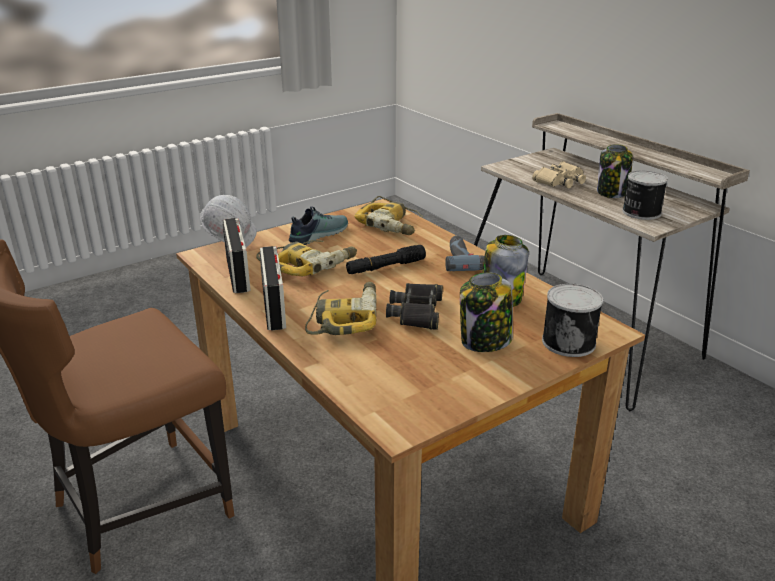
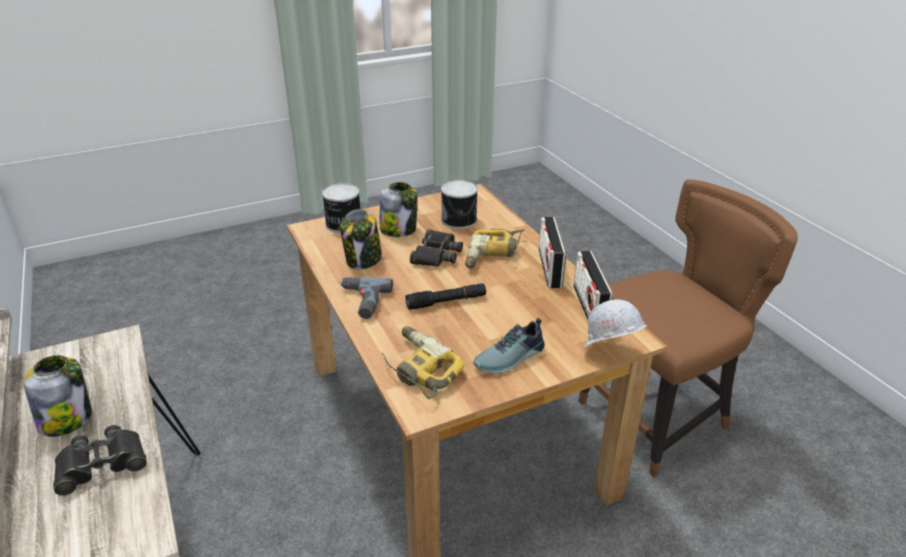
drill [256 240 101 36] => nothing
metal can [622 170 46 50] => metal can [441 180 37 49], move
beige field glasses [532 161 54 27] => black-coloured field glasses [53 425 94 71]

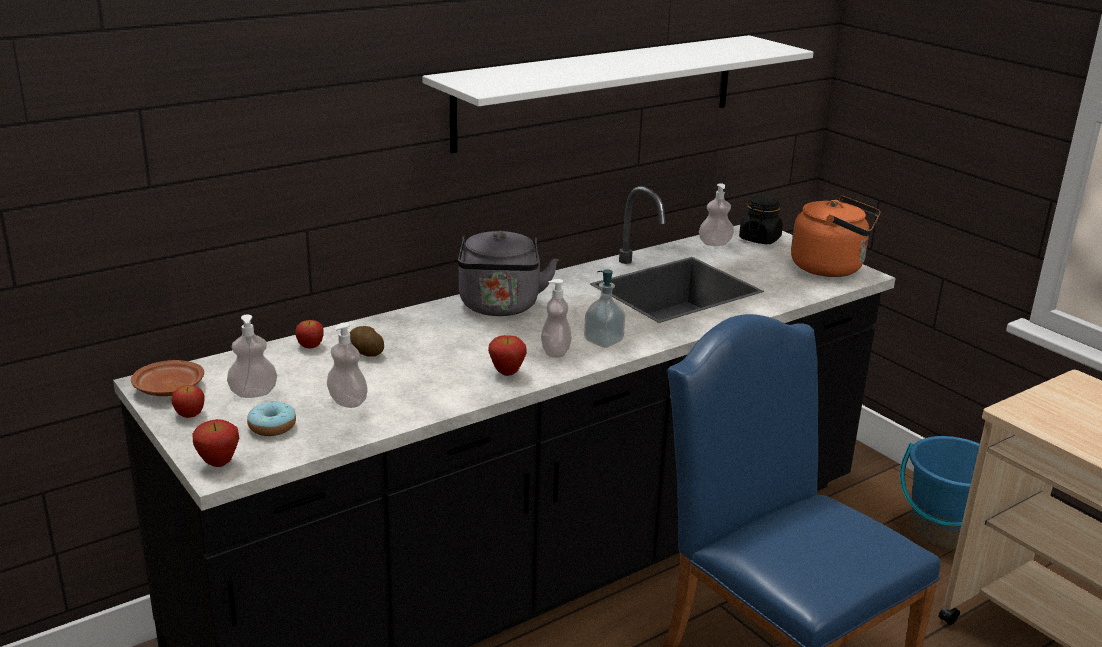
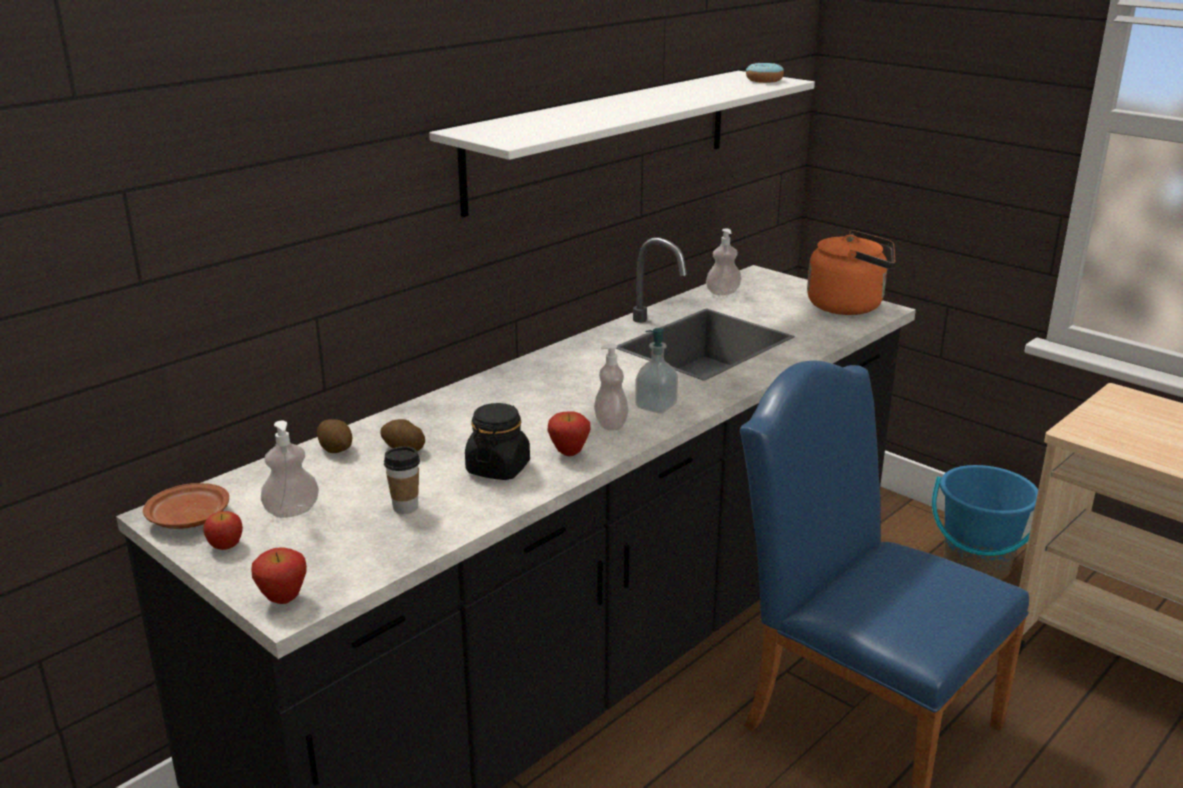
grey kettle [458 231 100 85] => nothing
ring doughnut [247 401 49 35] => ring doughnut [746 63 38 20], move
black-coloured jar [739 195 44 49] => black-coloured jar [465 403 65 77], move
apple fruit [295 320 29 28] => whole potato [317 419 35 34]
soap dispenser [327 322 41 86] => cup [384 446 36 68]

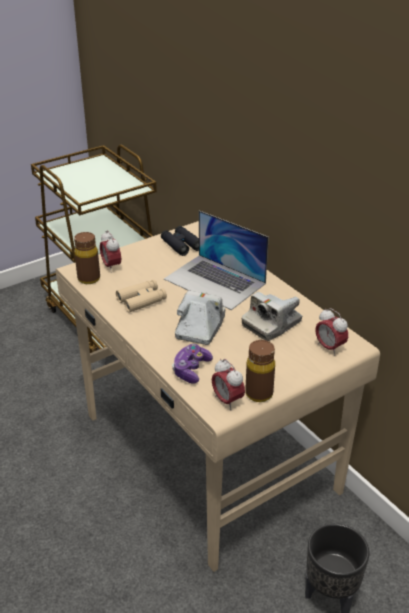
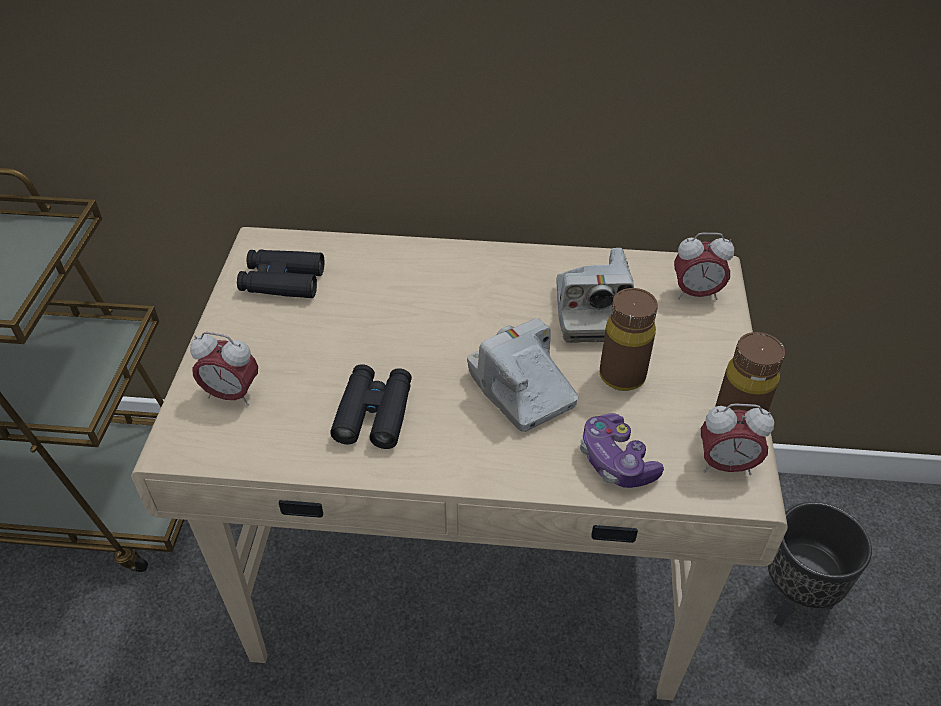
laptop [164 210 105 100] => nothing
brown bottle [74 232 26 52] => brown bottle [600 288 58 103], move
beige field glasses [116 280 51 32] => black-coloured field glasses [330 364 82 85]

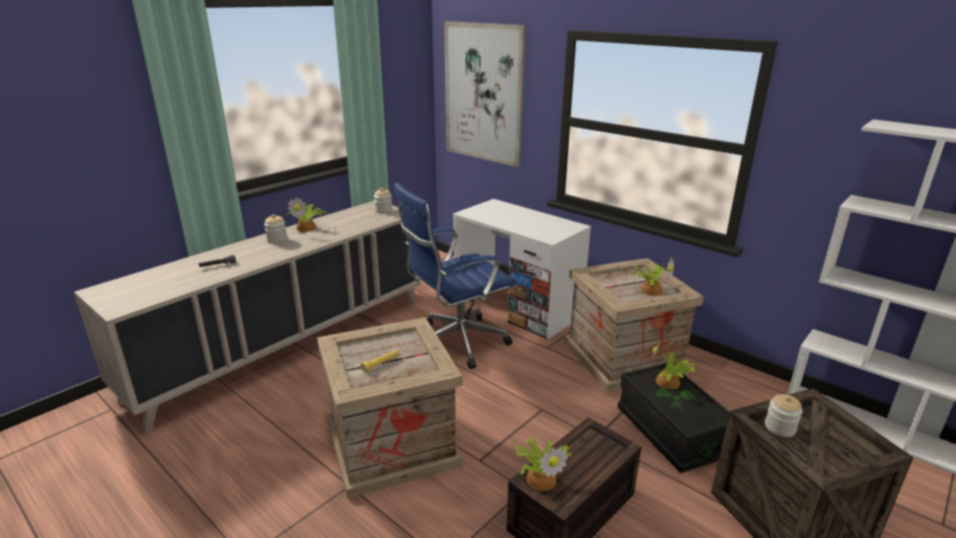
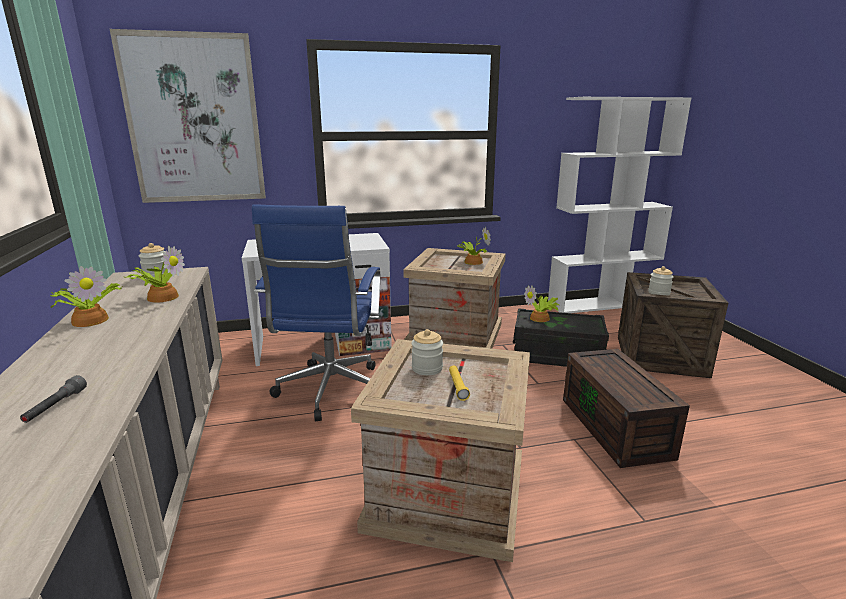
jar [264 214 23 29] => jar [411 329 32 46], move
potted plant [514 437 58 54] => potted plant [123 246 62 57], move

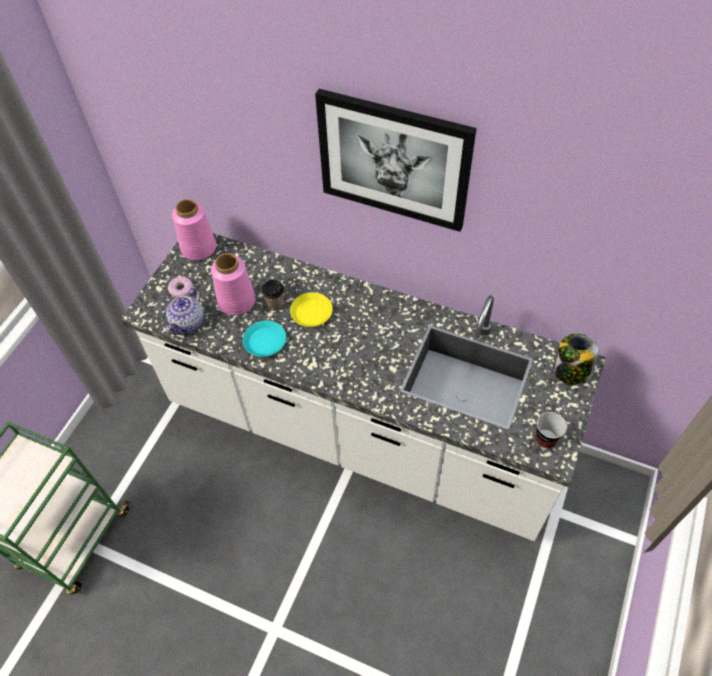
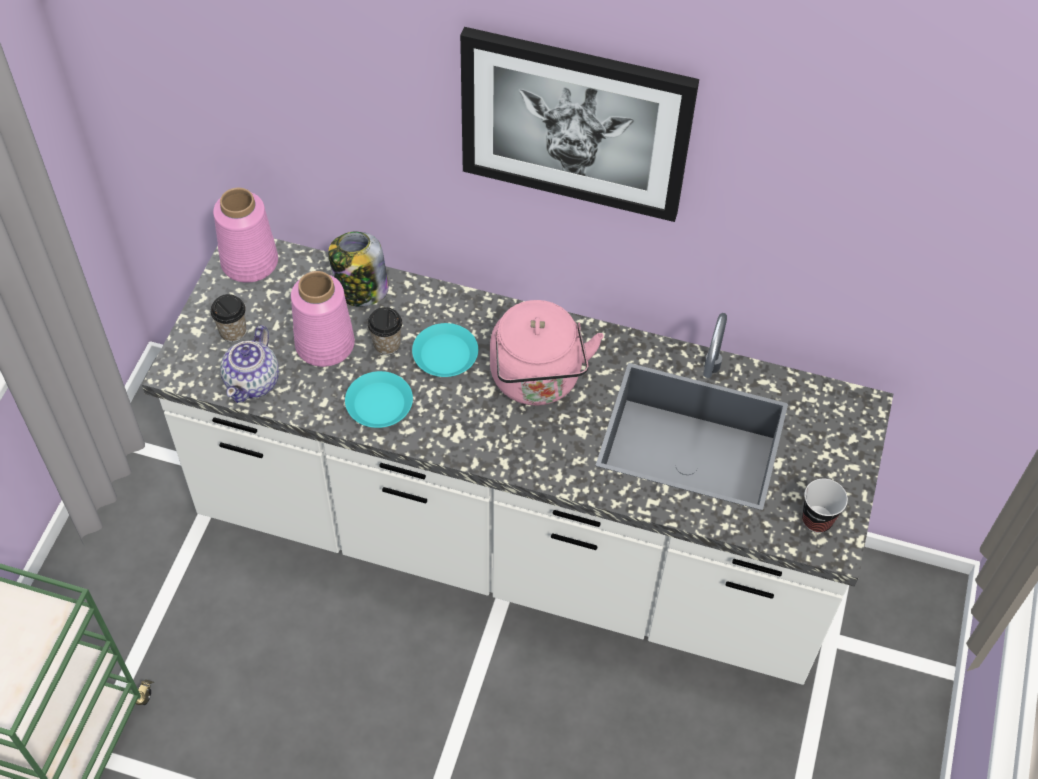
nothing => pink-coloured kettle [490 300 114 105]
jar [554 334 45 52] => jar [328 232 61 75], move
ring doughnut [168 276 25 22] => cup [210 294 36 48]
yellow dinner plate [290 292 43 35] => turquoise-coloured dinner plate [412 323 66 54]

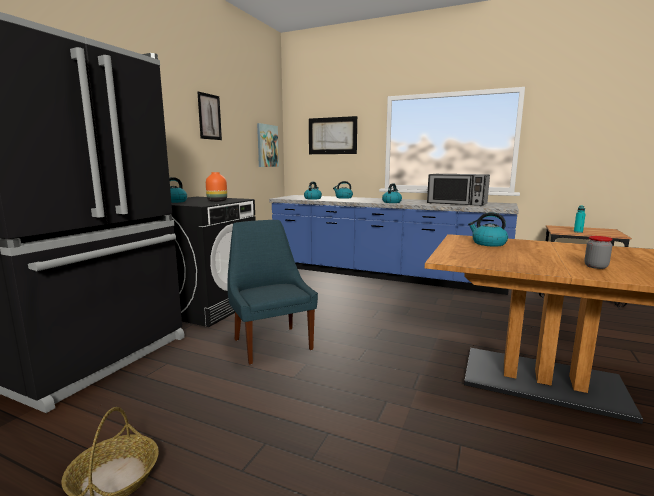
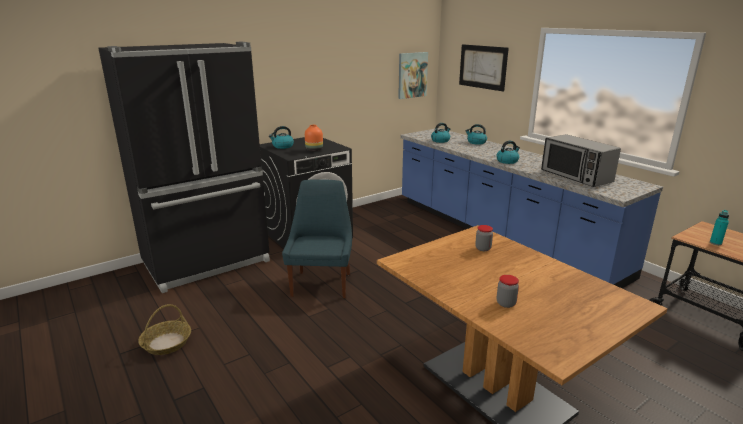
wall picture [197 91 25 49] => nothing
kettle [468 212 40 35] => jar [475 225 18 26]

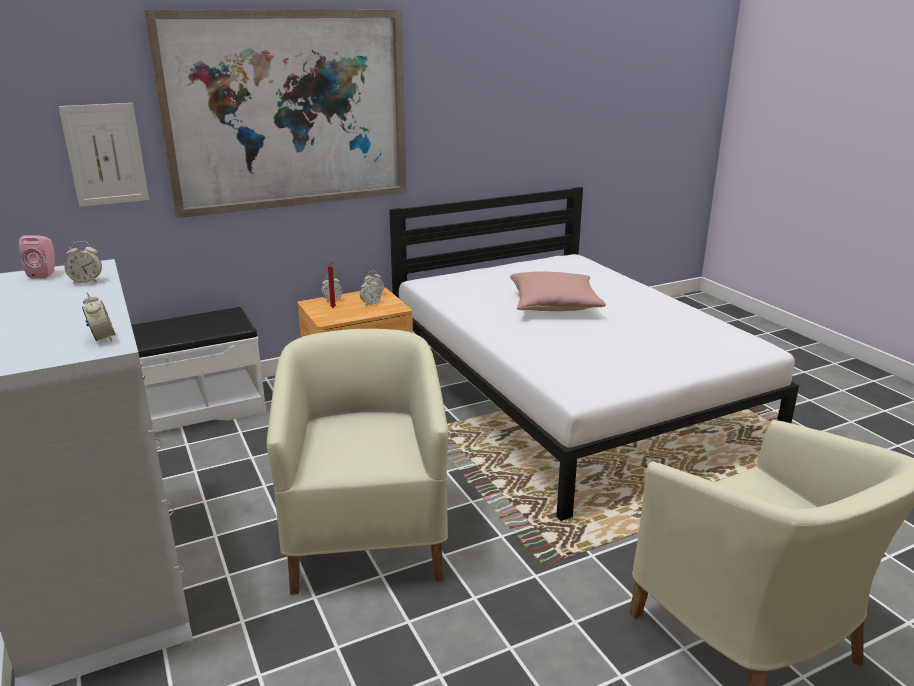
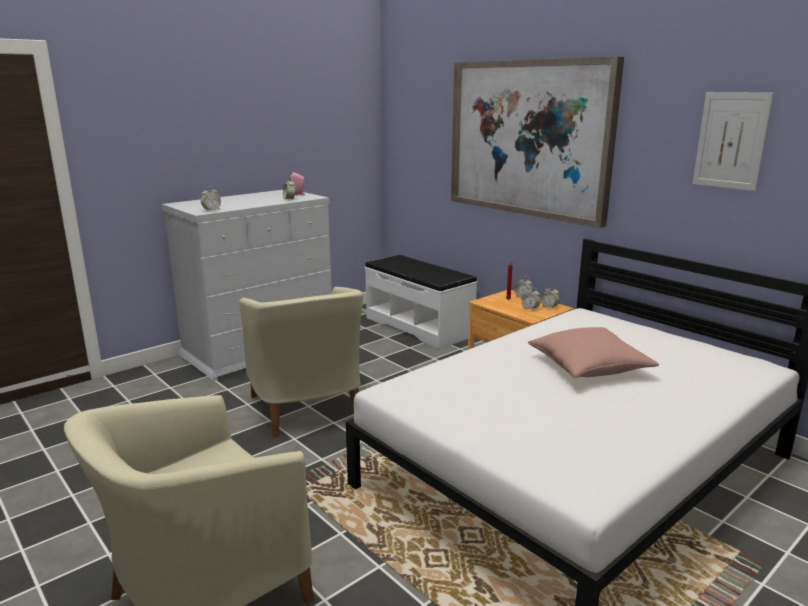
wall picture [58 103 91 104] => wall picture [693 92 81 99], move
beige easy chair [267 329 181 266] => beige easy chair [239 287 124 151], 90 degrees clockwise

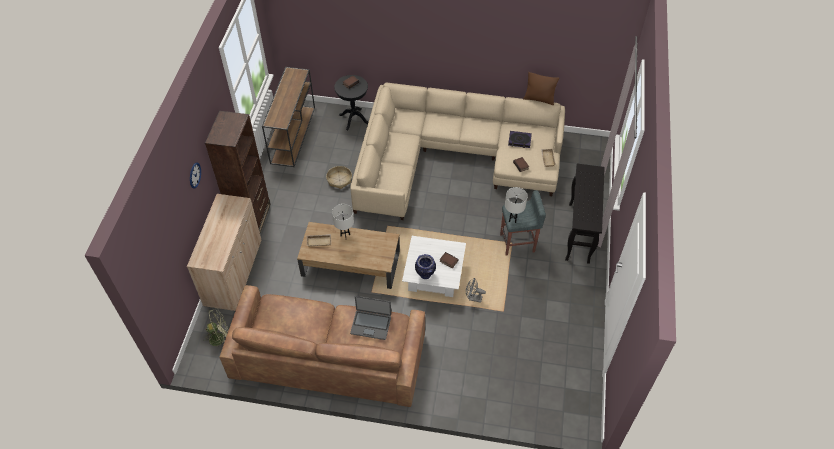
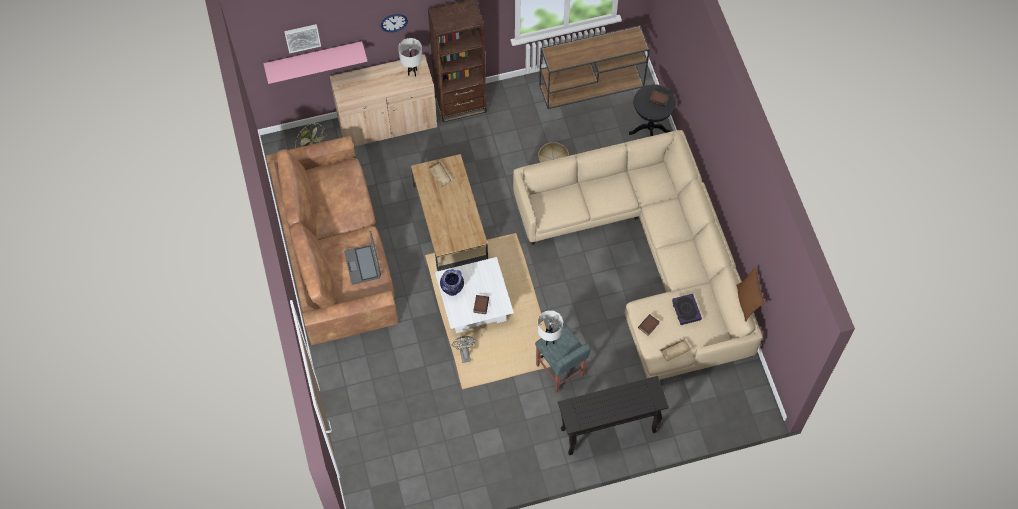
nothing => pink-coloured bracket shelf [263 41 104 43]
nothing => wall picture [284 24 37 29]
white-coloured table lamp [332 204 22 34] => white-coloured table lamp [398 38 25 38], move

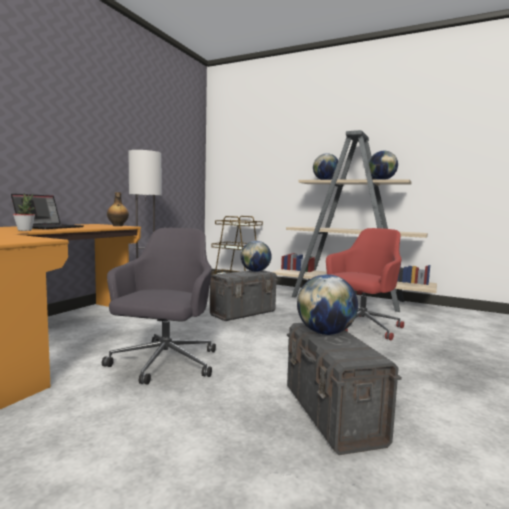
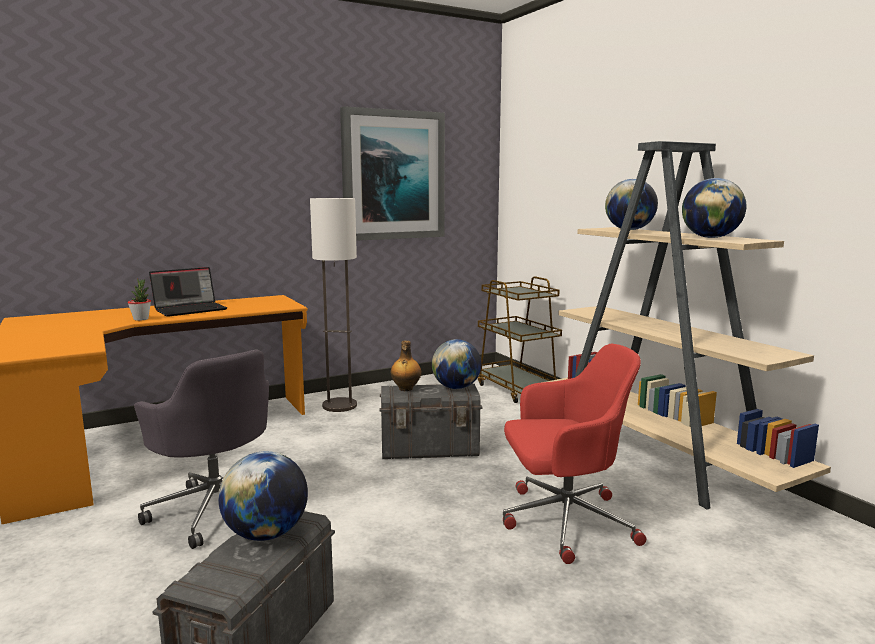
nothing => wall picture [340 106 105 135]
bottle [107 192 22 34] => bottle [391 341 30 50], move
grey desk chair [102 228 114 157] => grey desk chair [134 350 135 199], 90 degrees clockwise

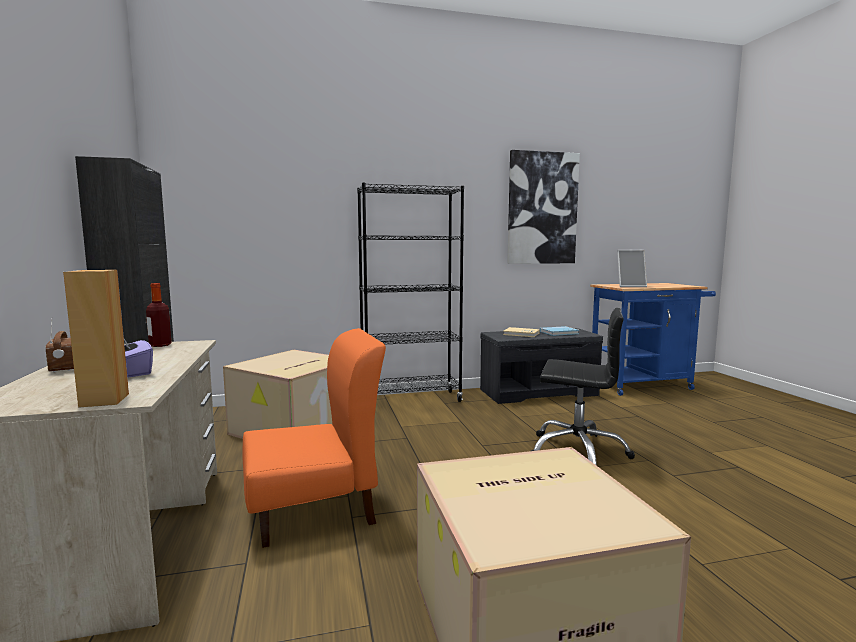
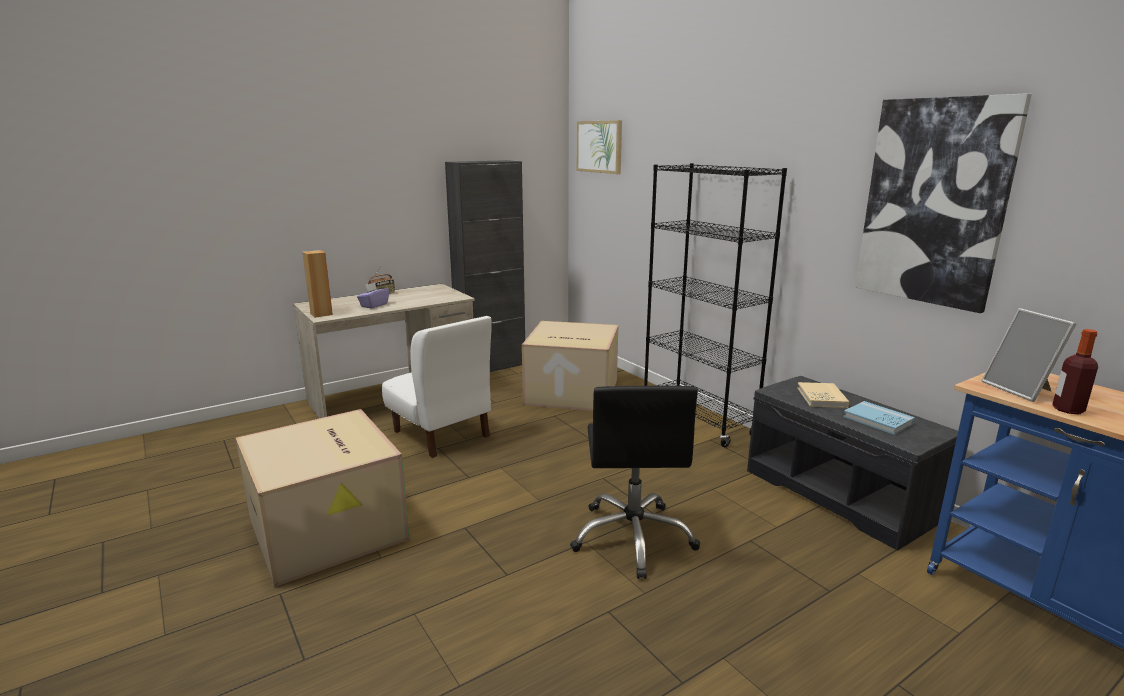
nothing => wall picture [577 120 45 54]
bottle [146 283 25 64] => bottle [1052 329 46 85], move
orange upright chair [242 328 144 220] => white-coloured upright chair [382 316 110 142]

